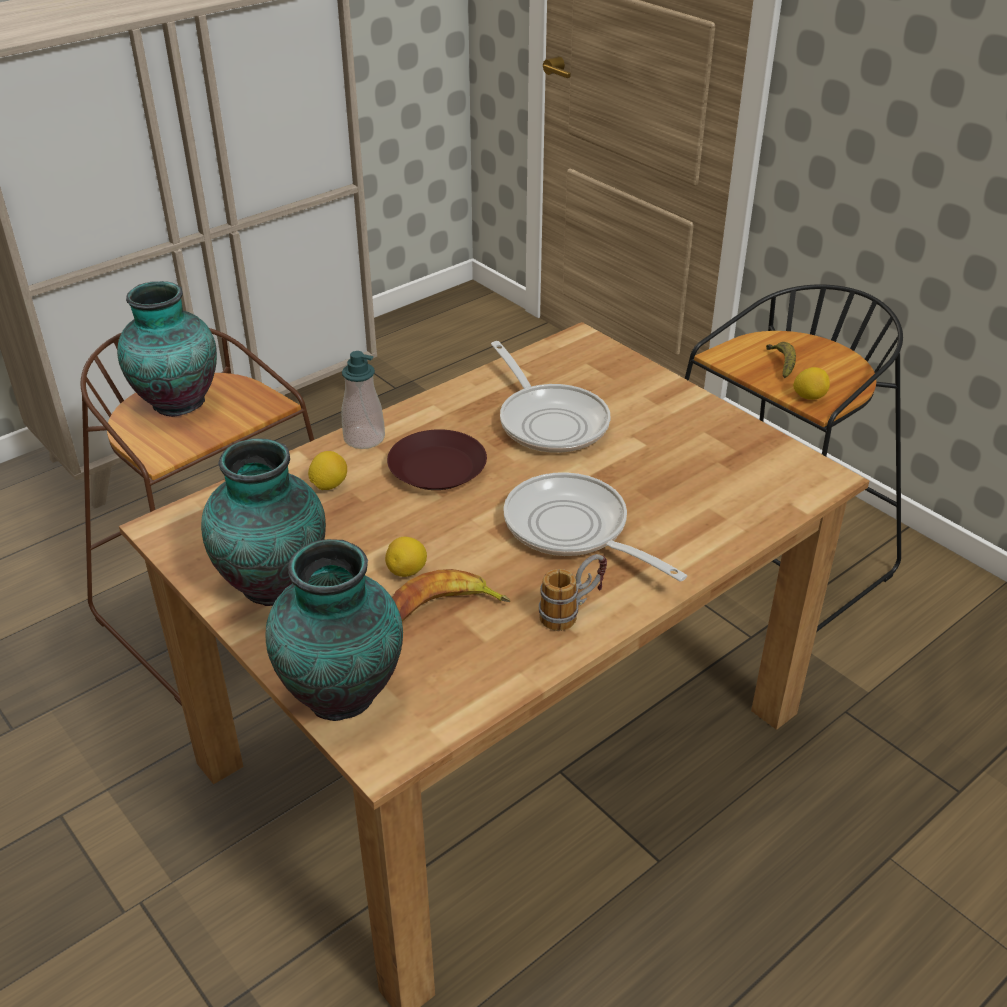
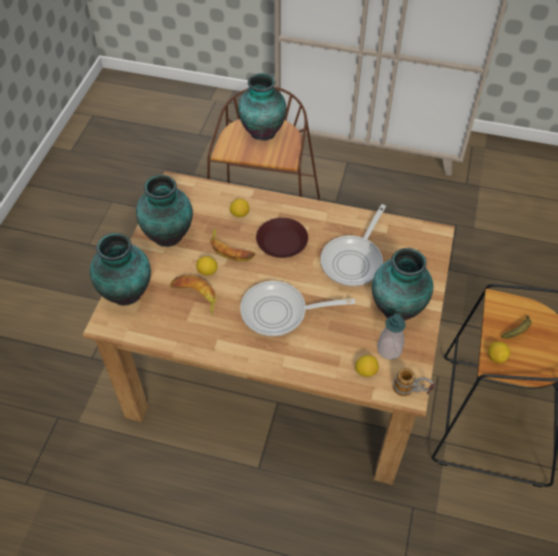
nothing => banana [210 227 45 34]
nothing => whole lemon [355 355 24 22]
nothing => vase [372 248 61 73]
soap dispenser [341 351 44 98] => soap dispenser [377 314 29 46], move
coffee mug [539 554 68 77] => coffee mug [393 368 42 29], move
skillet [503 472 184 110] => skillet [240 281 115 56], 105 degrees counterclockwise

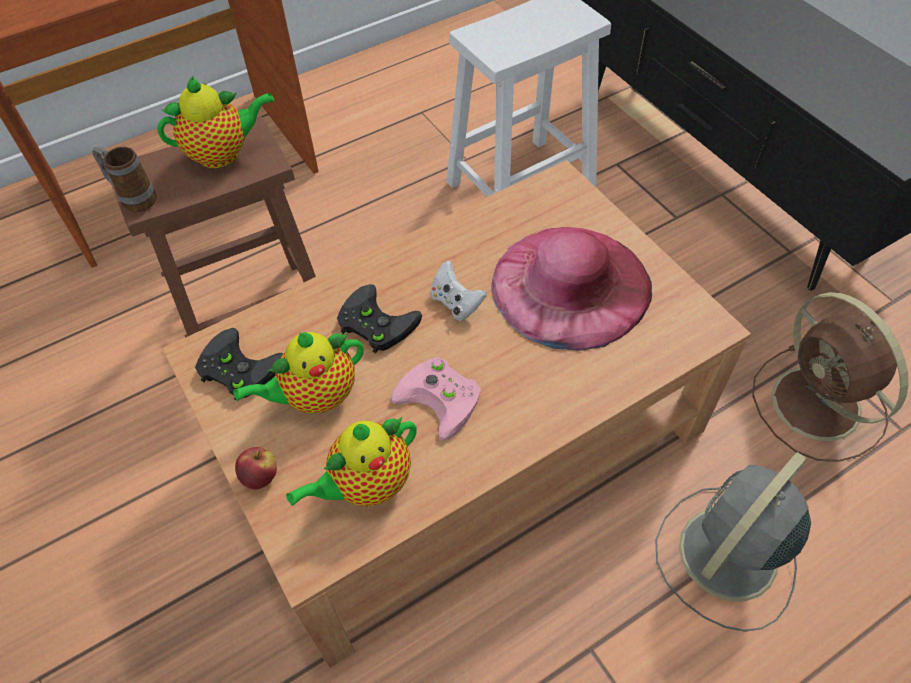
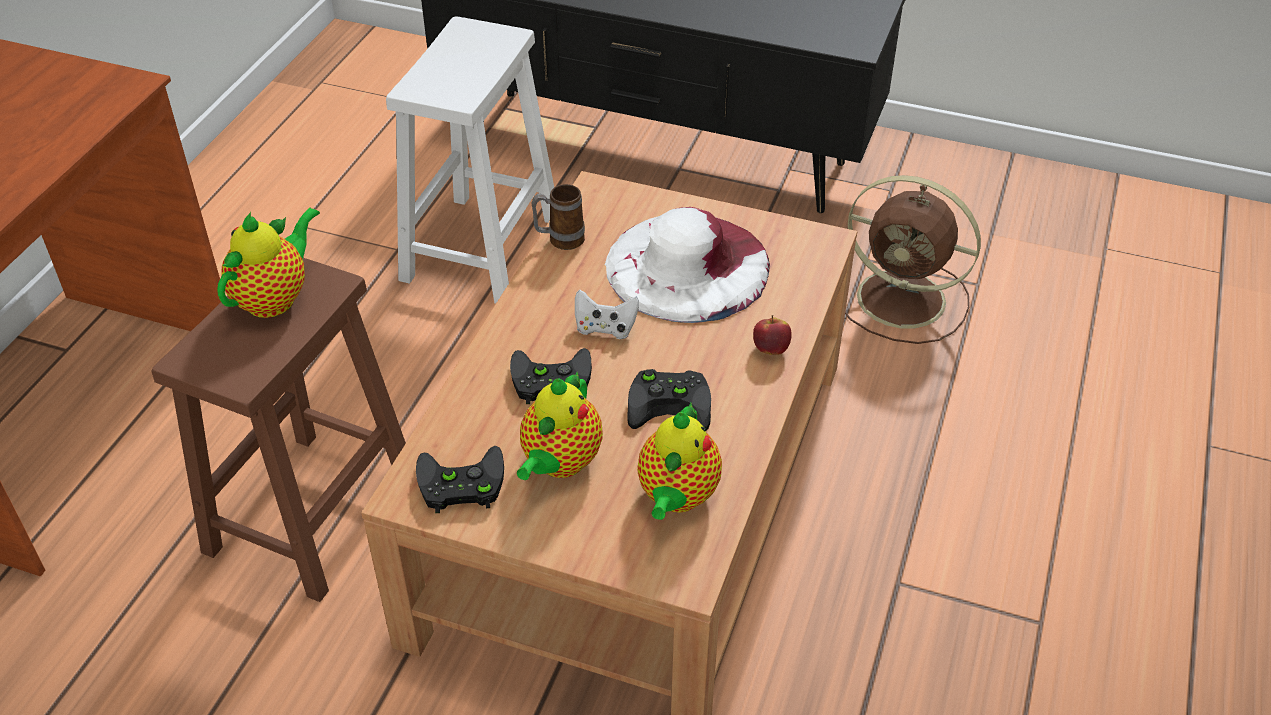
grey fan [656 452 155 180] => nothing
coffee mug [92 146 65 66] => coffee mug [531 184 54 66], move
apple fruit [235 447 42 43] => apple fruit [753 315 39 40], move
pink-coloured joypad [391 357 90 84] => black-coloured joypad [627 369 84 61]
pink-coloured wearable hat [491 227 161 124] => white-coloured wearable hat [605 207 165 116]

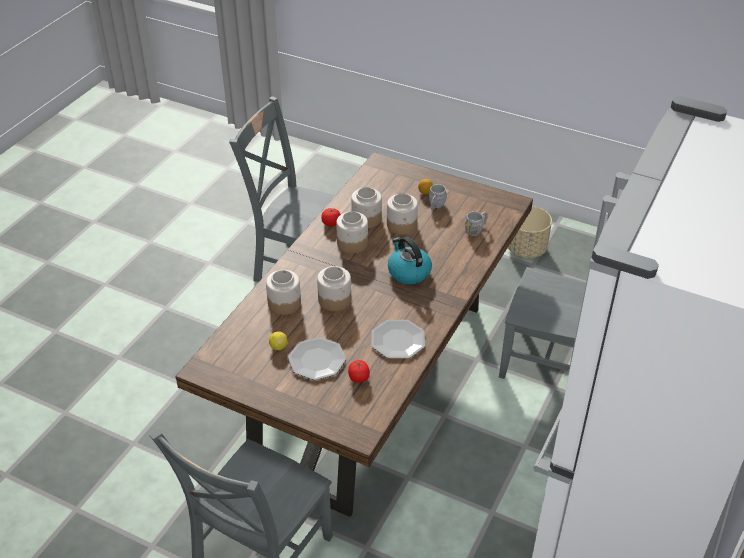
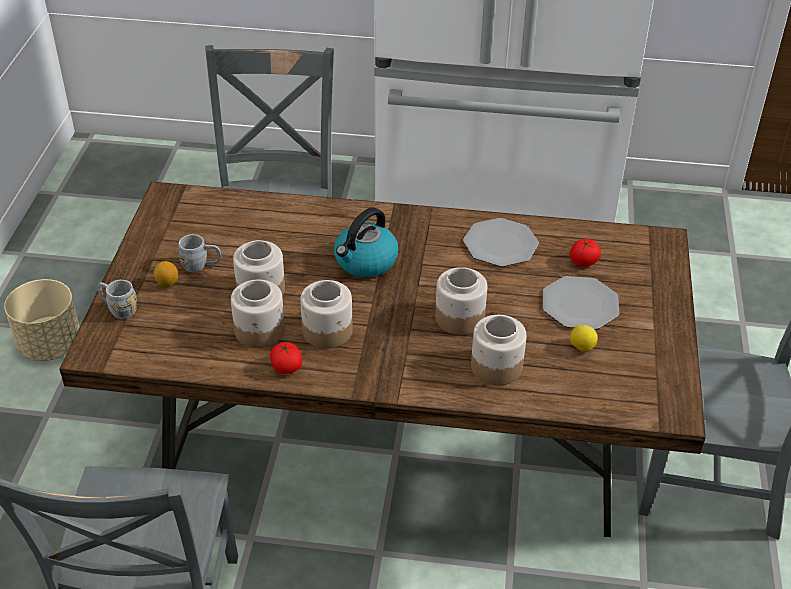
grey coffee mug [465 211 23 25] => grey coffee mug [97 280 40 39], move

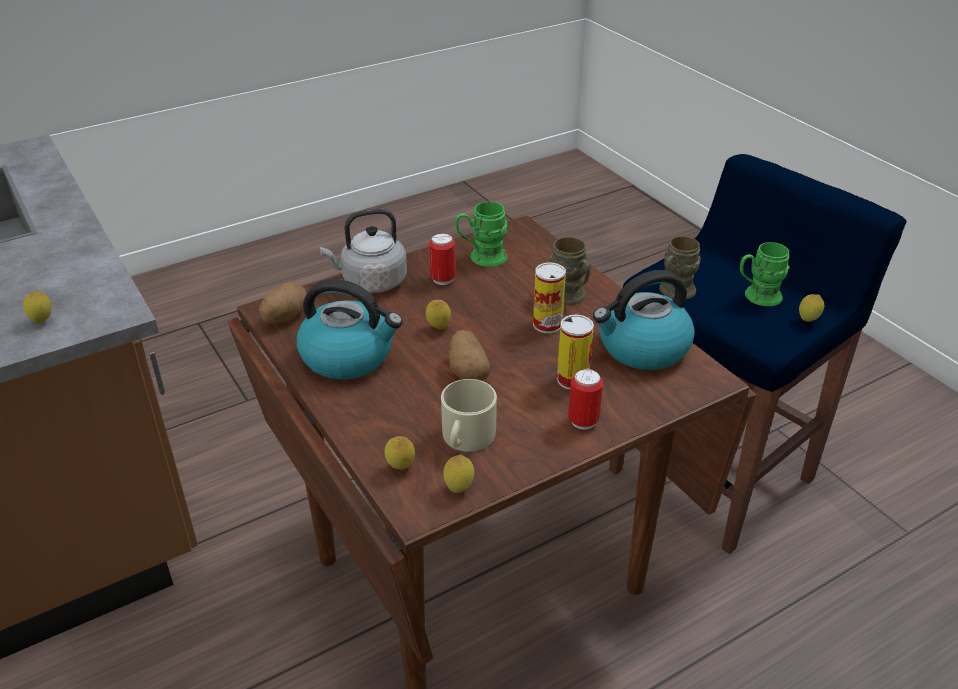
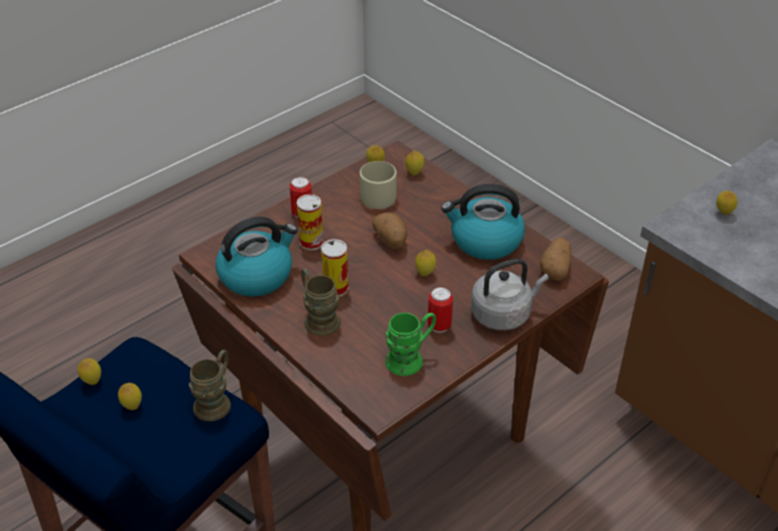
green-coloured coffee mug [740 242 50 64] => whole lemon [118 383 24 27]

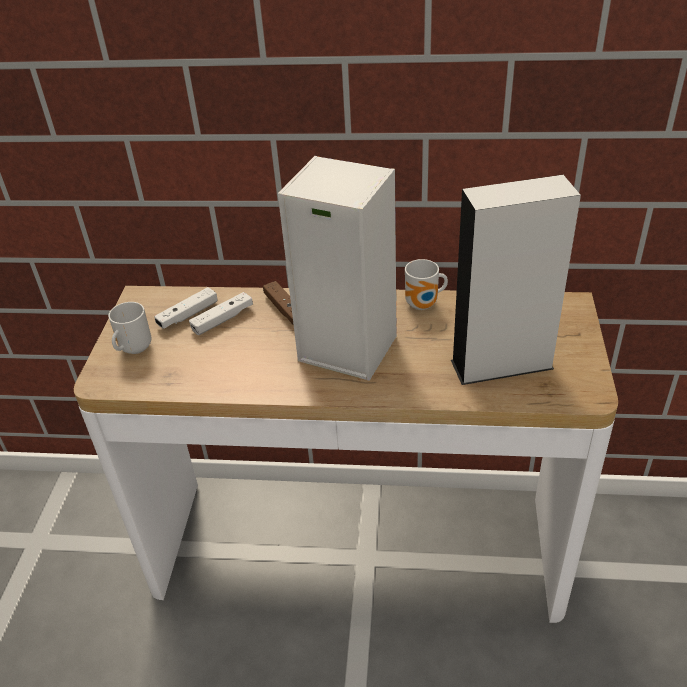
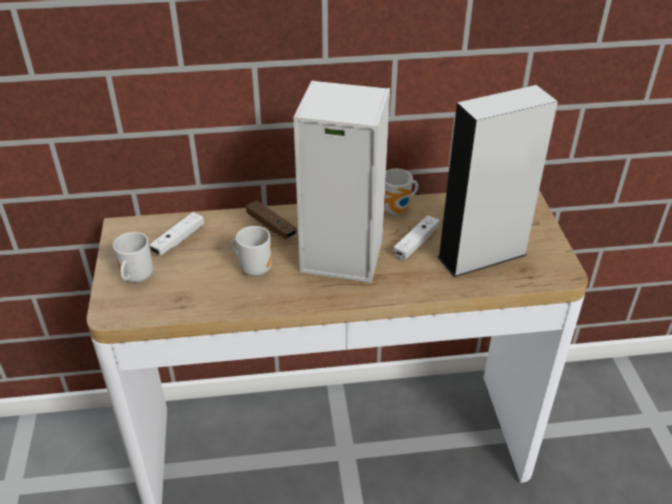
nothing => coffee mug [231 226 41 50]
white-coloured joypad [189 292 64 43] => white-coloured joypad [393 215 47 46], move

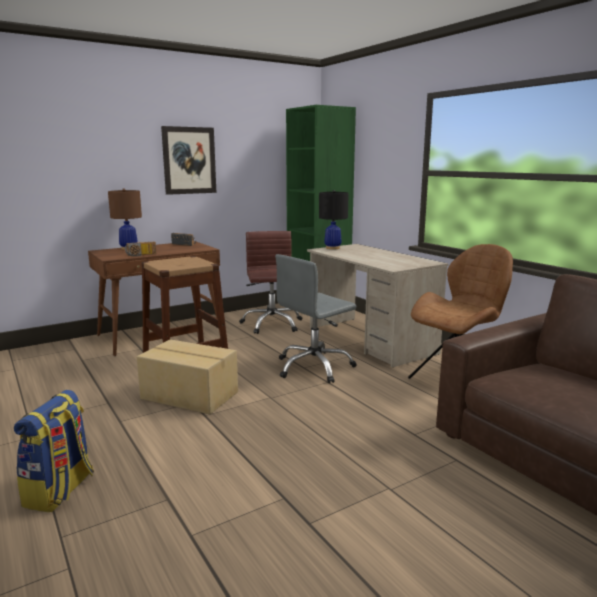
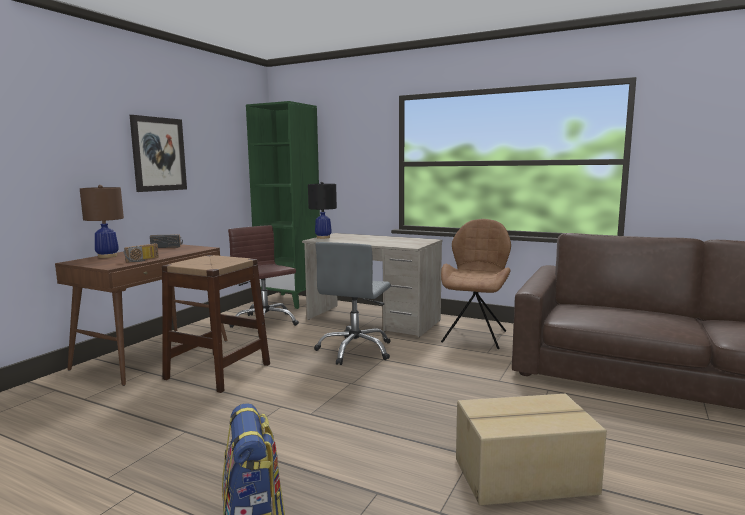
packing box [137 339 101 76] => packing box [456 394 151 112], move

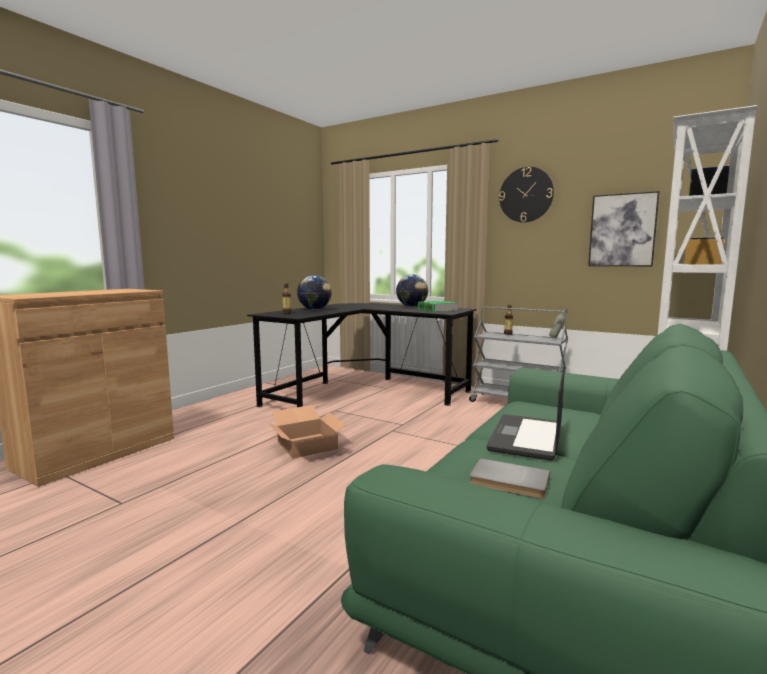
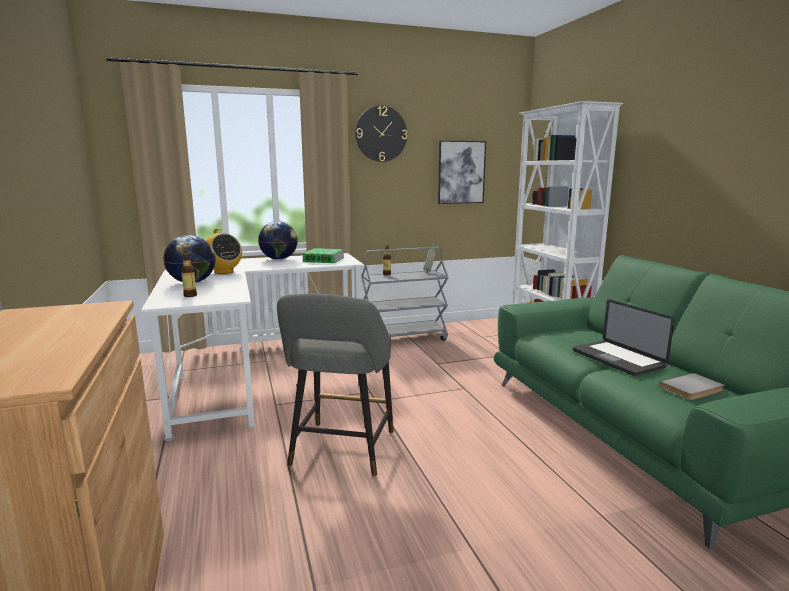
nothing => radio set [203 228 39 46]
packing box [268 405 78 54] => grey stool [277 294 117 183]
black-coloured desk [247 303 230 104] => white-coloured desk [141 253 223 188]

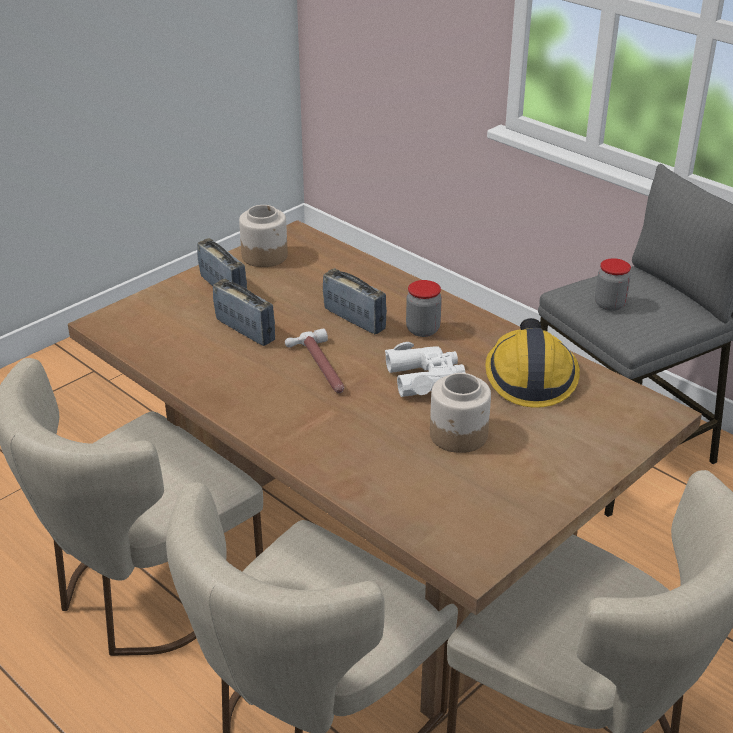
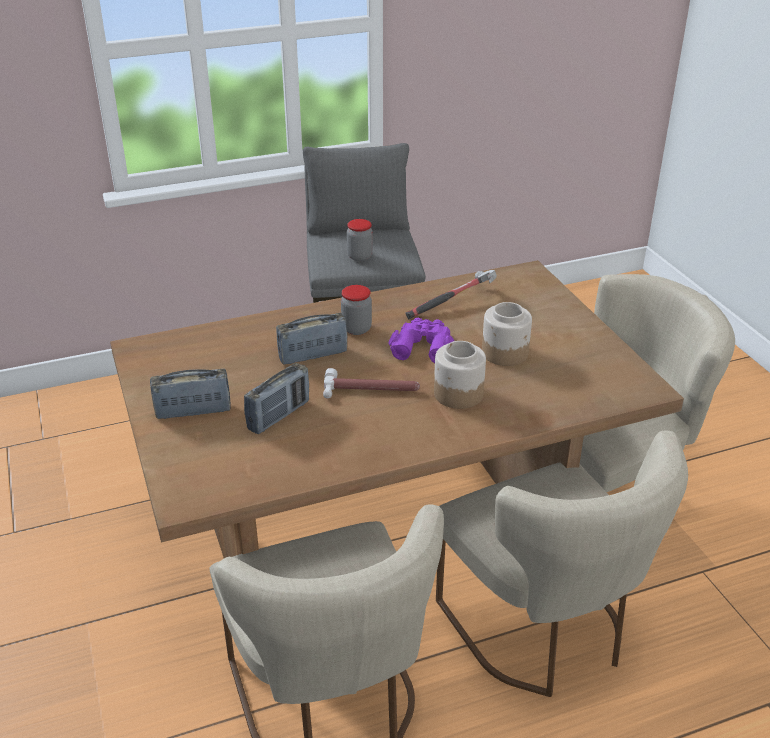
jar [239 205 49 62] => jar [434 341 52 68], move
work helmet [485 318 95 90] => tool hammer [405 270 92 49]
white-coloured field glasses [385 342 81 55] => purple field glasses [388 318 66 45]
radio set [213 279 62 67] => radio set [244 363 65 71], 150 degrees clockwise

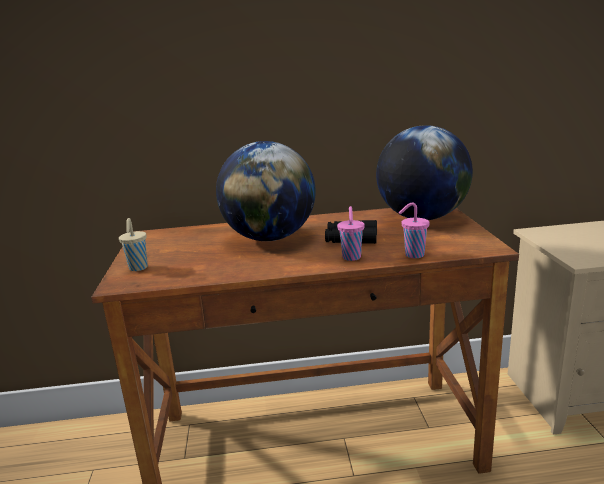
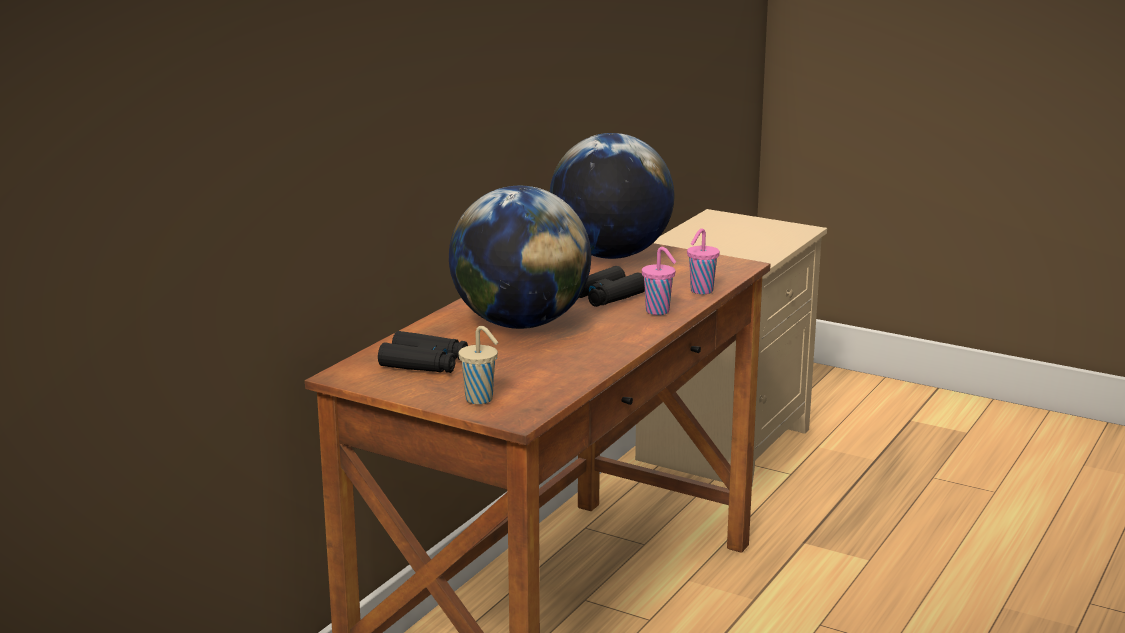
nothing => black-coloured field glasses [378 331 90 42]

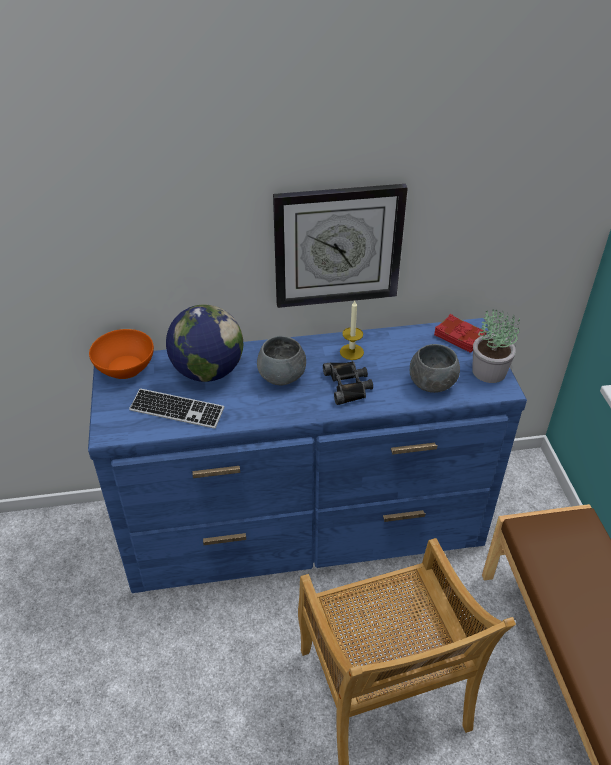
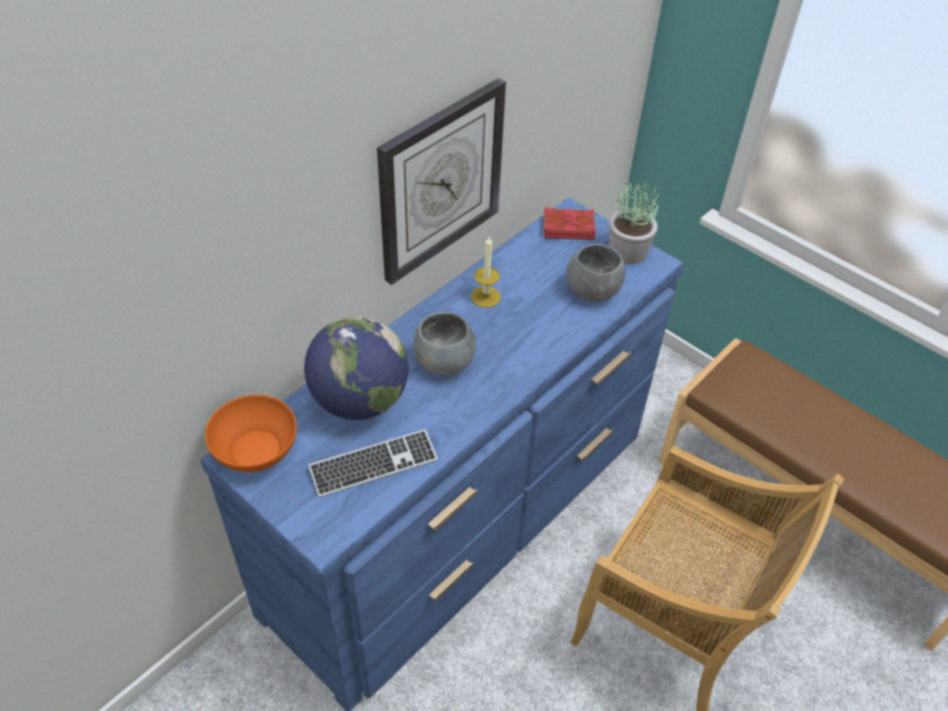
black-coloured field glasses [323 361 50 44] => nothing

